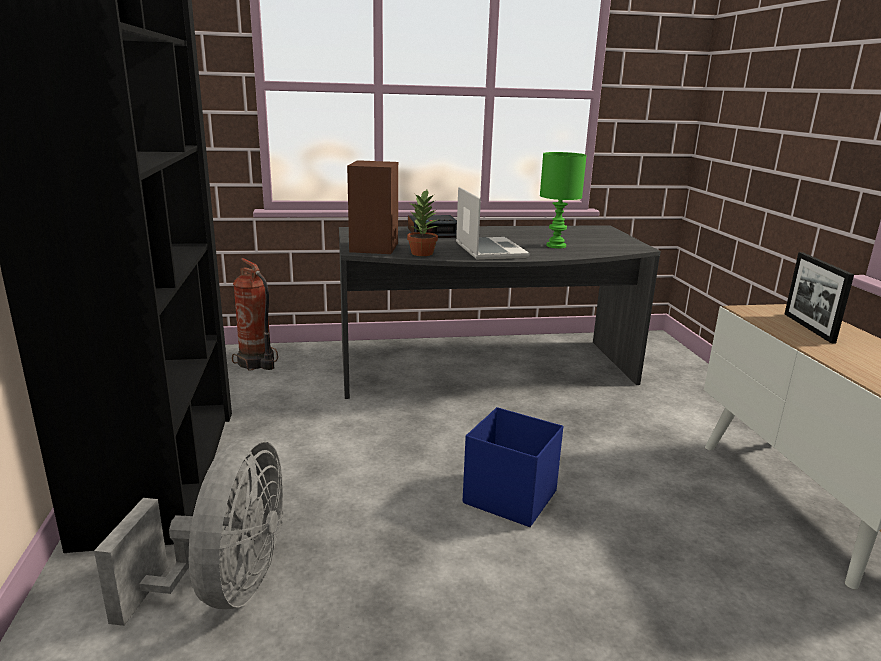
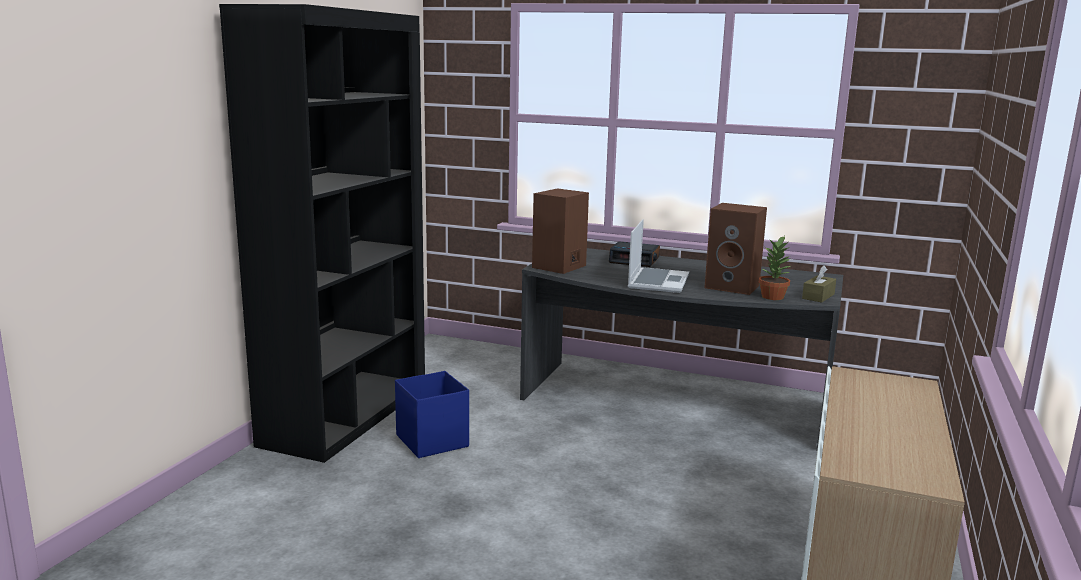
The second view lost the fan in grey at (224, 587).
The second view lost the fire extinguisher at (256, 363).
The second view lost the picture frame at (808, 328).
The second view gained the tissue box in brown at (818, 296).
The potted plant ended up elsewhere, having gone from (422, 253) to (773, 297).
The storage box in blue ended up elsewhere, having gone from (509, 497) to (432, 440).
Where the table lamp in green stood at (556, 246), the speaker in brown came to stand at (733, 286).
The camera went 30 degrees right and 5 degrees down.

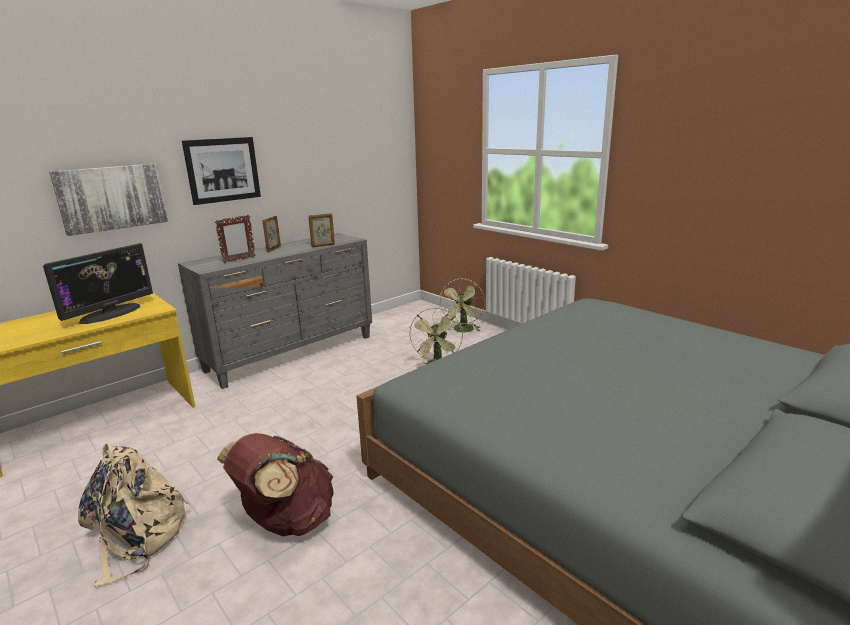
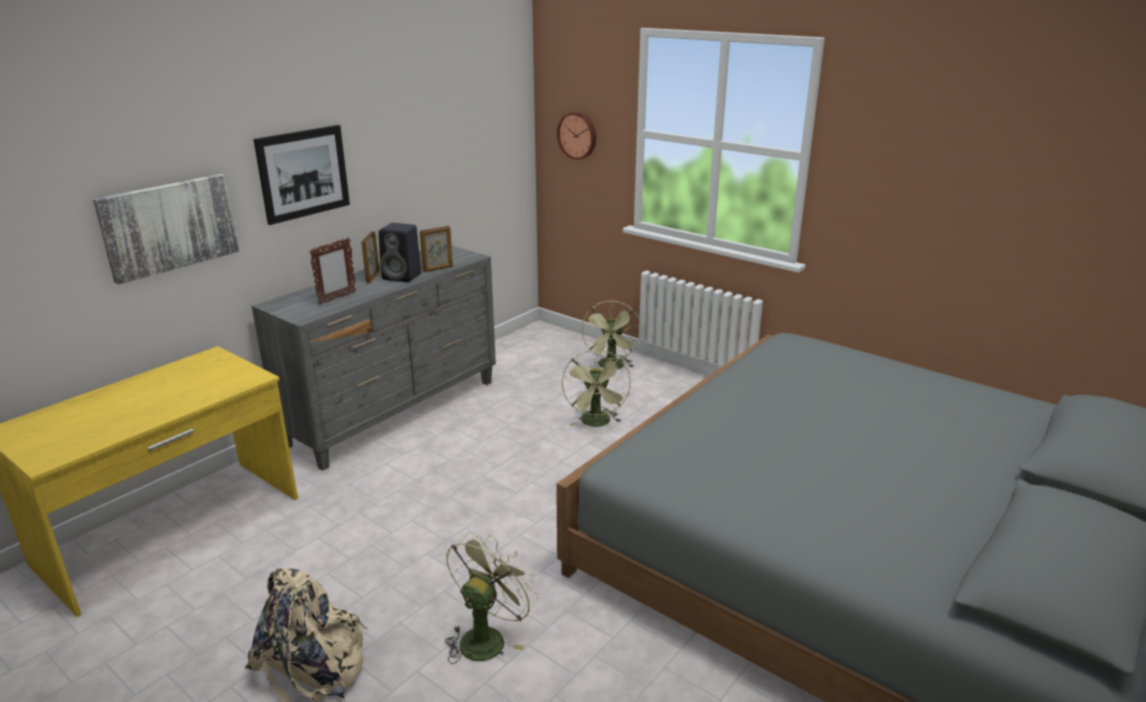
The second view lost the monitor at (110, 313).
The second view gained the speaker in black at (403, 276).
The second view gained the wall clock at (578, 135).
Where the backpack in brown stood at (286, 521), the fan in green came to stand at (487, 637).
The camera went 10 degrees left and 5 degrees up.

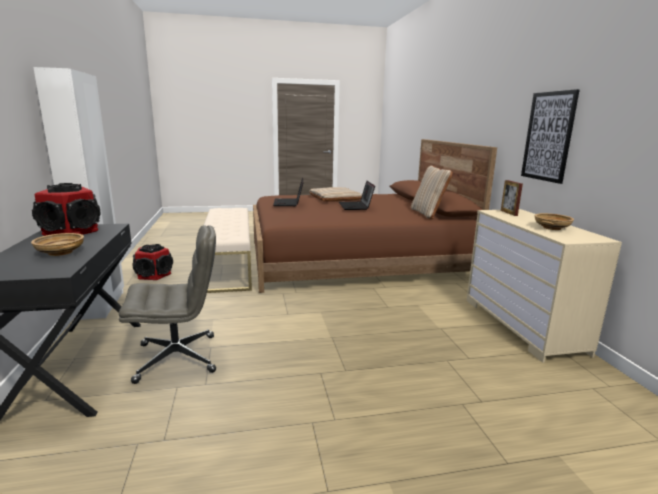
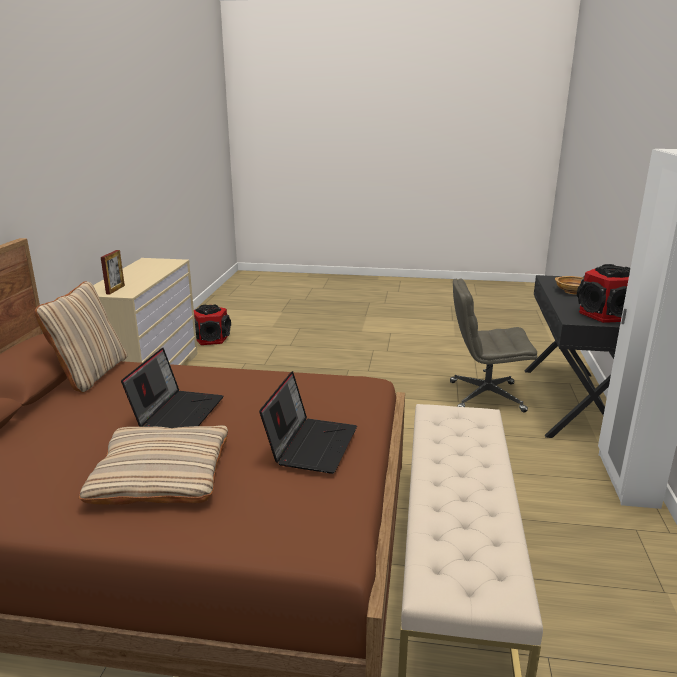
The second view lost the picture at (548, 136).
The second view lost the bowl in beige at (552, 228).
The speaker ended up elsewhere, having gone from (154, 275) to (211, 339).
The camera went 160 degrees left and 5 degrees up.

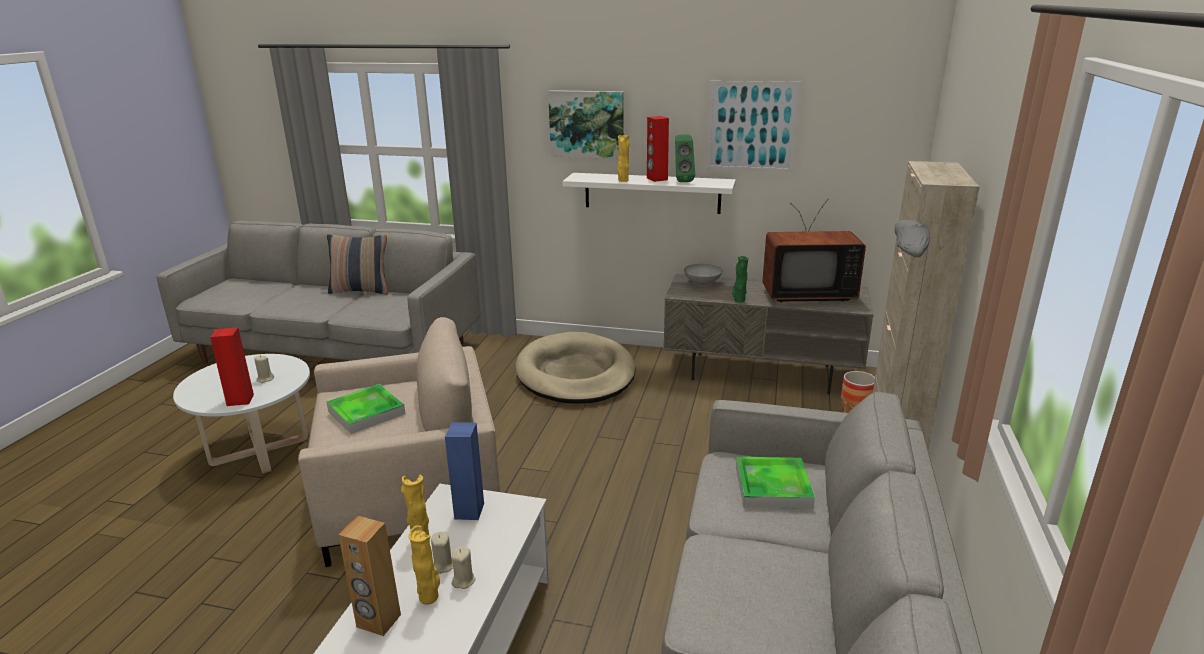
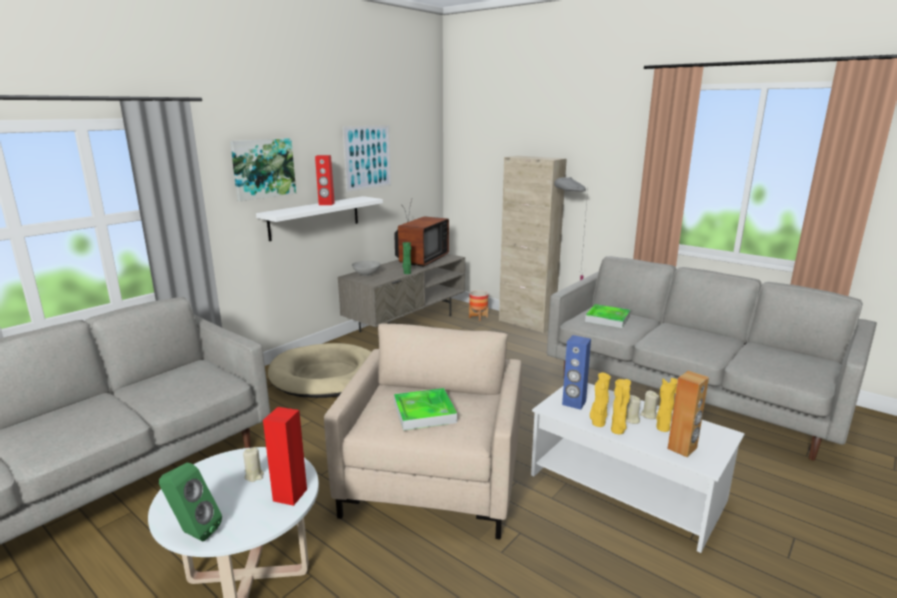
The second view lost the pillow at (361, 291).
The vase in yellow ended up elsewhere, having gone from (623, 181) to (618, 431).
The speaker in green ended up elsewhere, having gone from (682, 181) to (193, 532).
The camera went 65 degrees left and 5 degrees down.

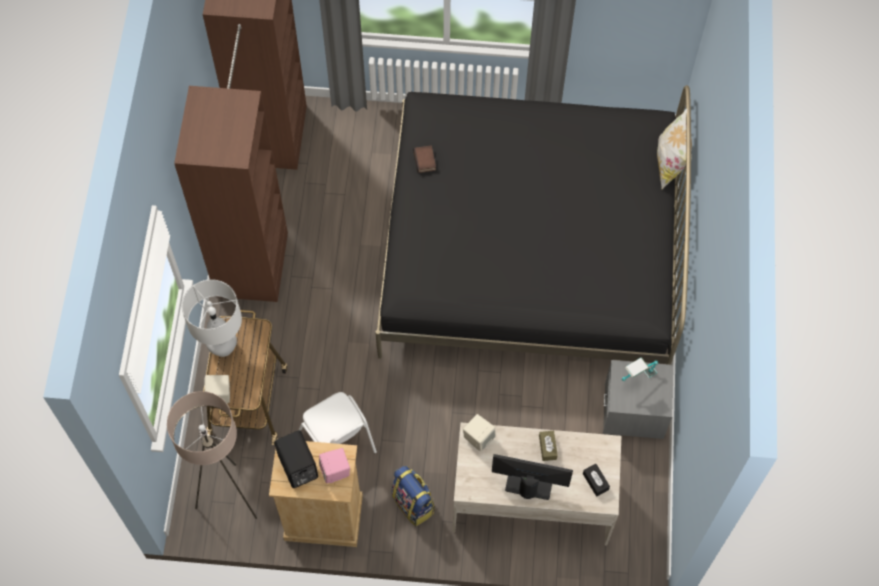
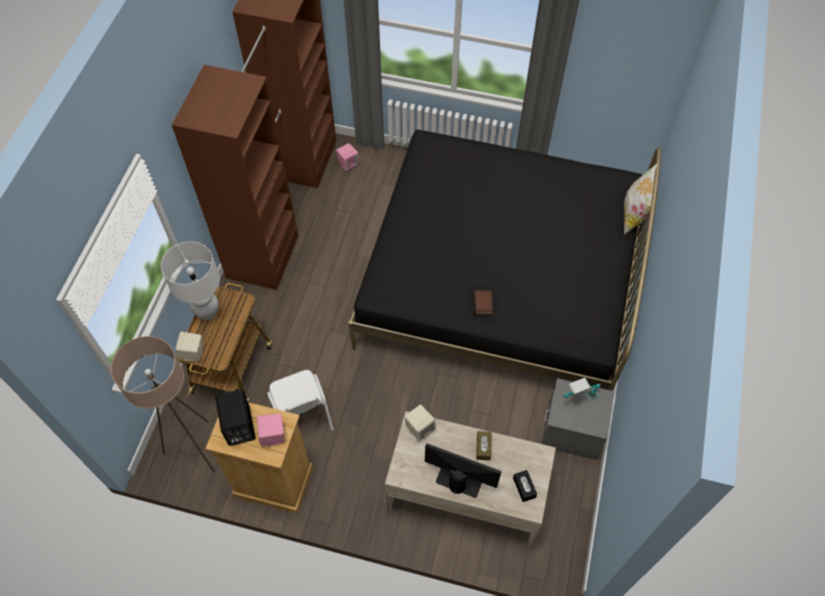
The second view lost the backpack at (414, 504).
The second view gained the speaker in pink at (348, 163).
The book ended up elsewhere, having gone from (425, 161) to (483, 304).
The camera went 10 degrees right and 5 degrees down.

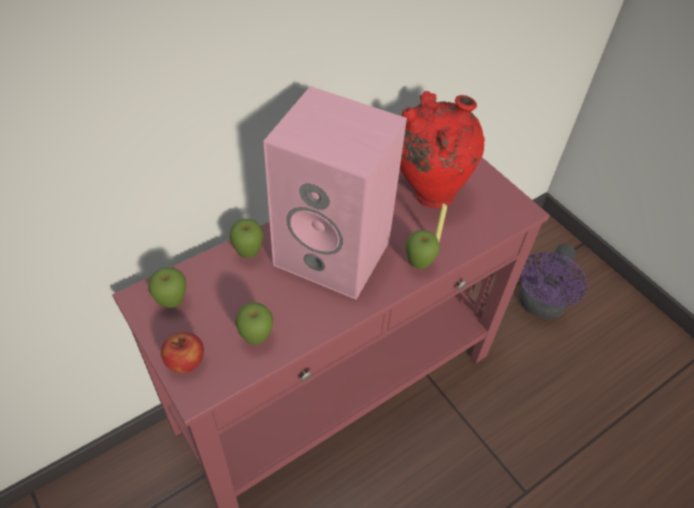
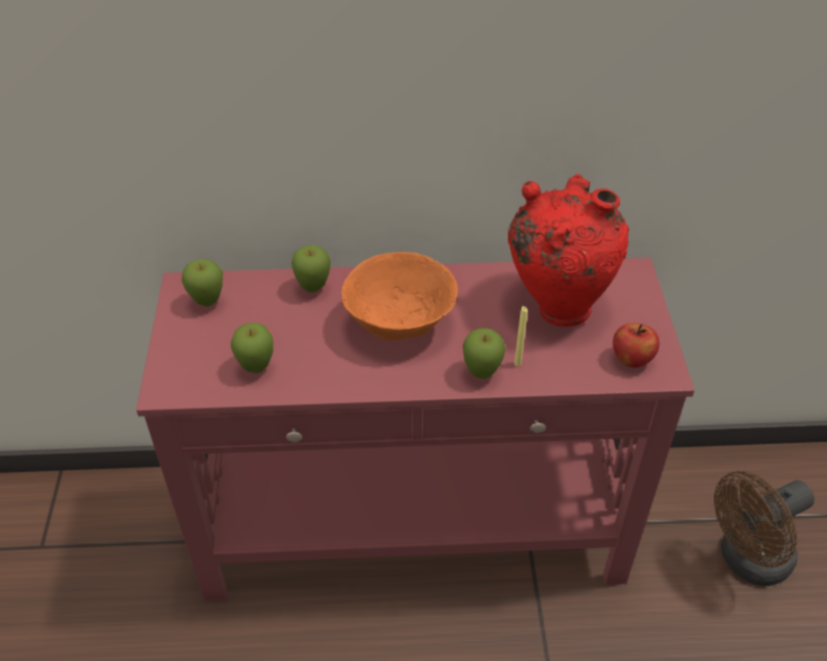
The apple ended up elsewhere, having gone from (186, 362) to (631, 359).
Where the speaker in pink stood at (335, 253), the bowl in orange came to stand at (401, 324).
What was the fan in purple at (539, 306) turned into the fan in brown at (747, 561).
The camera went 35 degrees right and 5 degrees down.

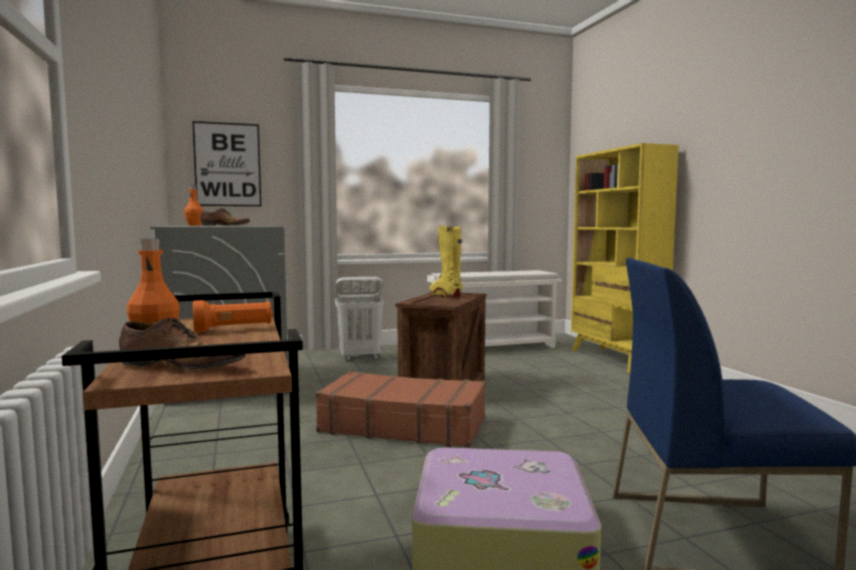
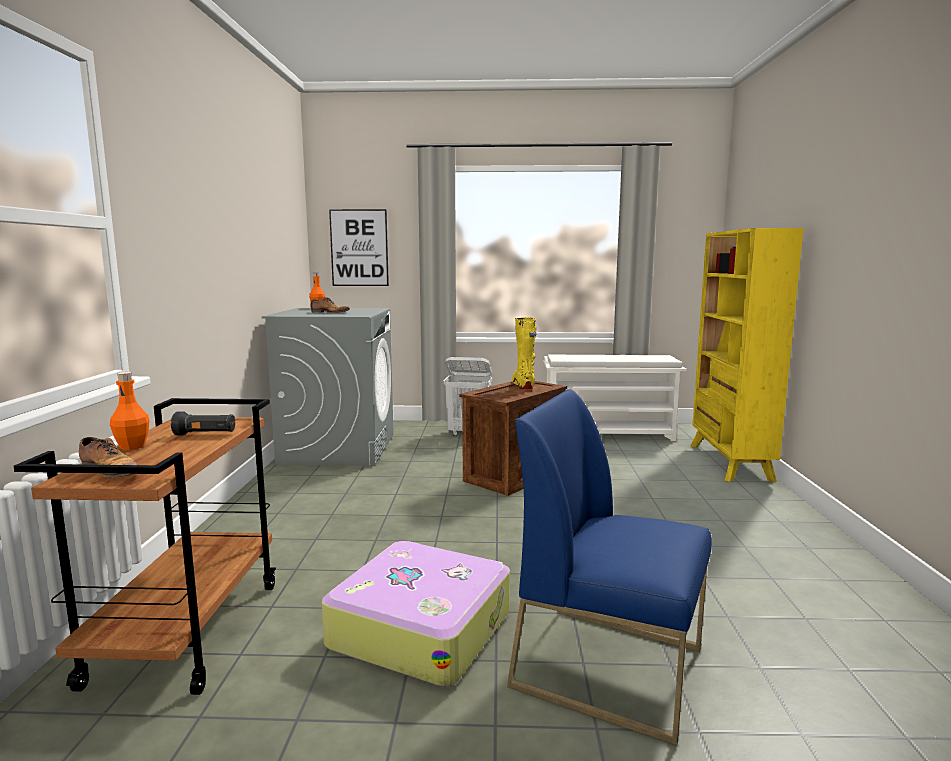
The second view lost the suitcase in brown at (403, 425).
What was the flashlight in orange at (234, 329) turned into the flashlight in black at (205, 434).
The camera went 20 degrees right and 5 degrees up.

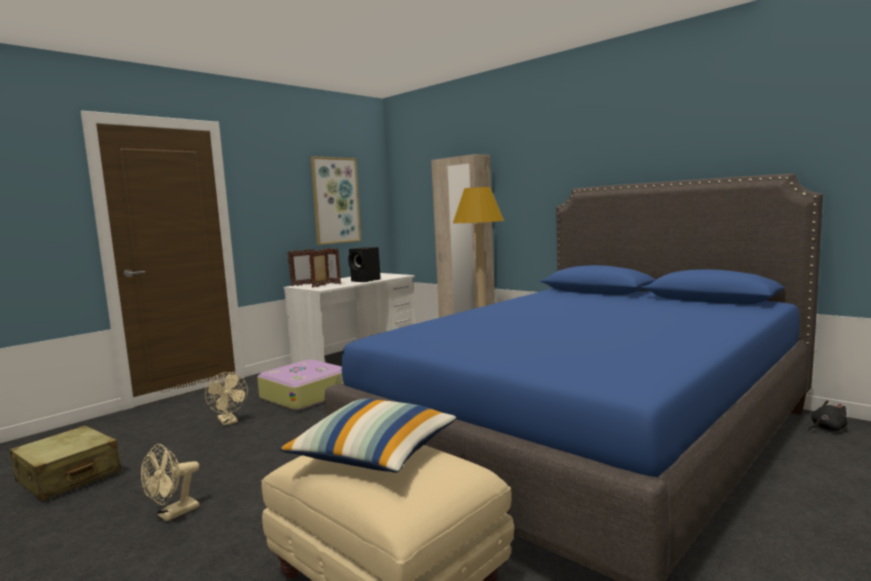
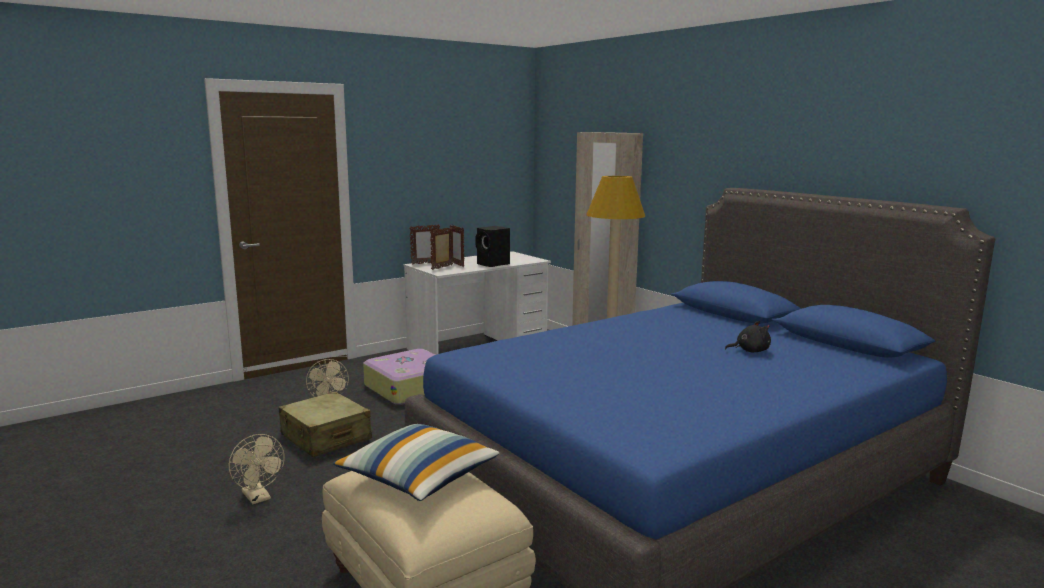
The second view lost the picture at (335, 200).
The suitcase in beige ended up elsewhere, having gone from (68, 477) to (325, 437).
The plush toy in black ended up elsewhere, having gone from (826, 429) to (750, 351).
The fan in beige at (173, 514) ended up facing another way, 90 degrees counterclockwise from before.
The camera went 10 degrees right and 5 degrees up.

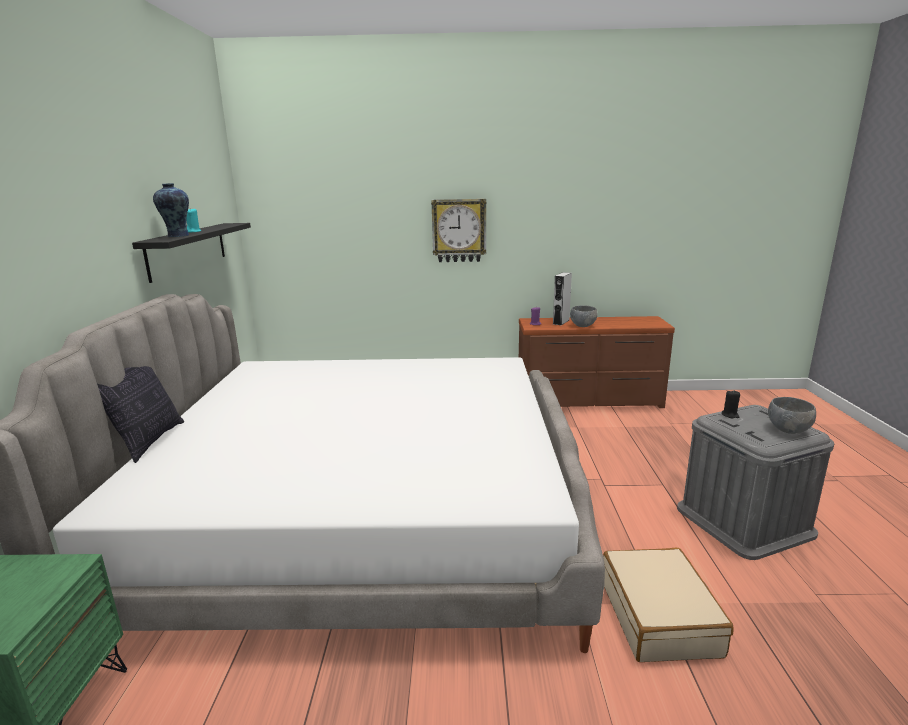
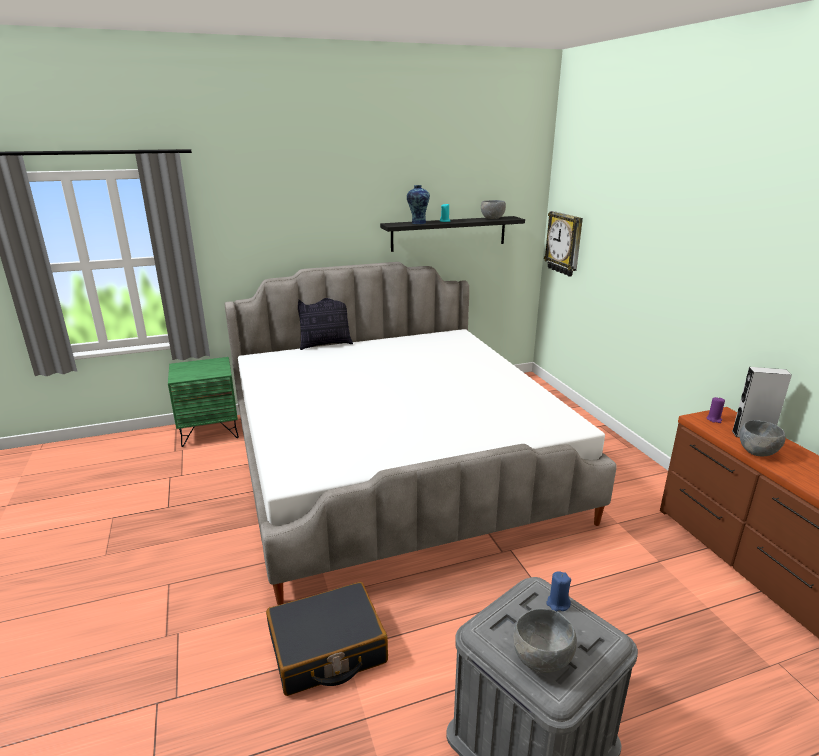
The second view gained the bowl in grey at (492, 219).
The wall clock ended up elsewhere, having gone from (459, 230) to (564, 243).
What was the suitcase in beige at (659, 617) turned into the suitcase in black at (327, 649).
What was the candle in black at (730, 415) turned into the candle in blue at (557, 603).
The camera went 70 degrees right and 5 degrees up.

